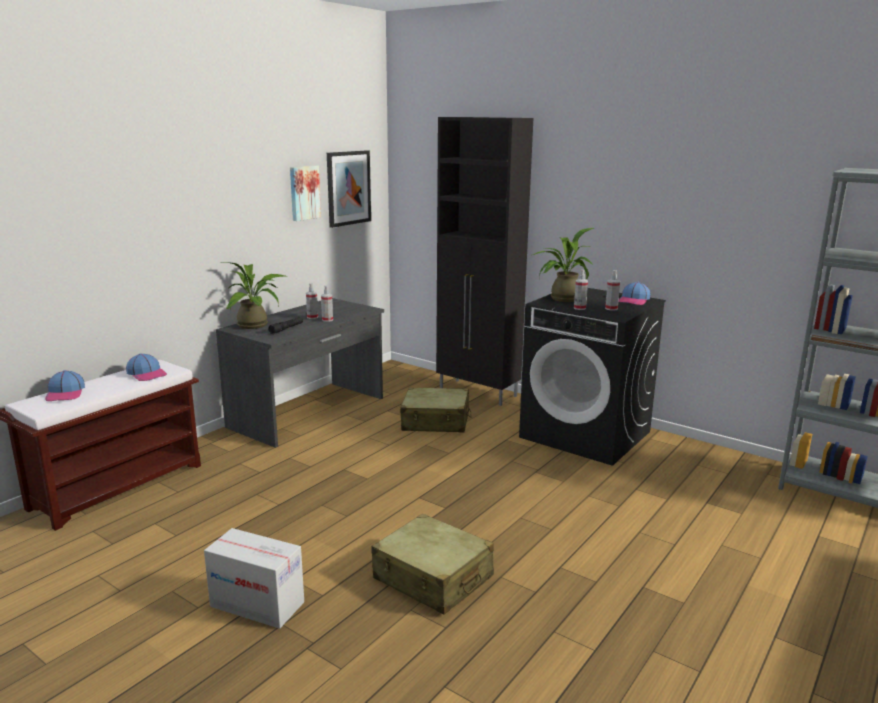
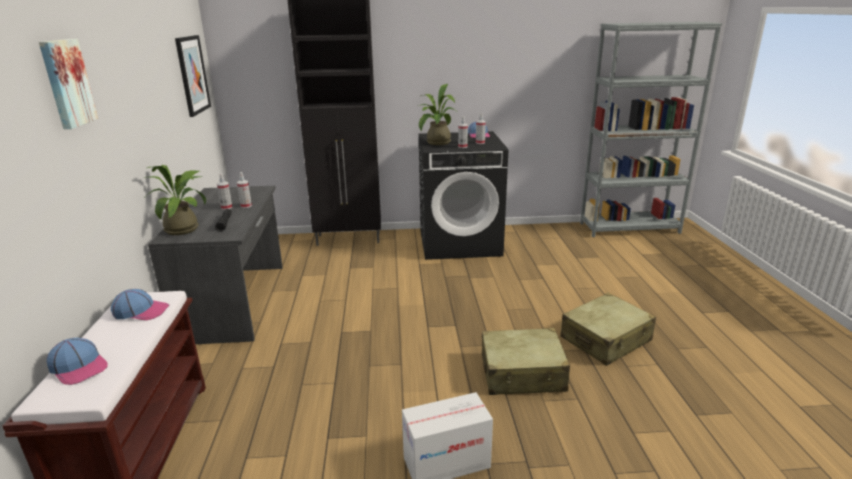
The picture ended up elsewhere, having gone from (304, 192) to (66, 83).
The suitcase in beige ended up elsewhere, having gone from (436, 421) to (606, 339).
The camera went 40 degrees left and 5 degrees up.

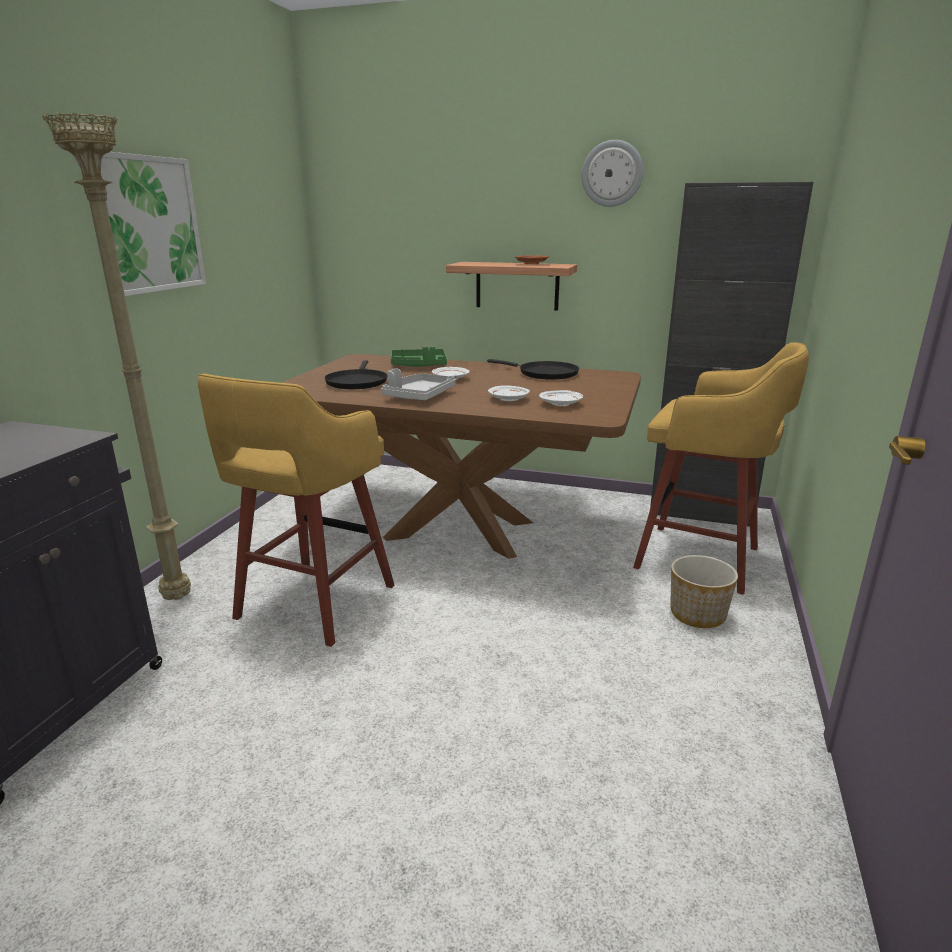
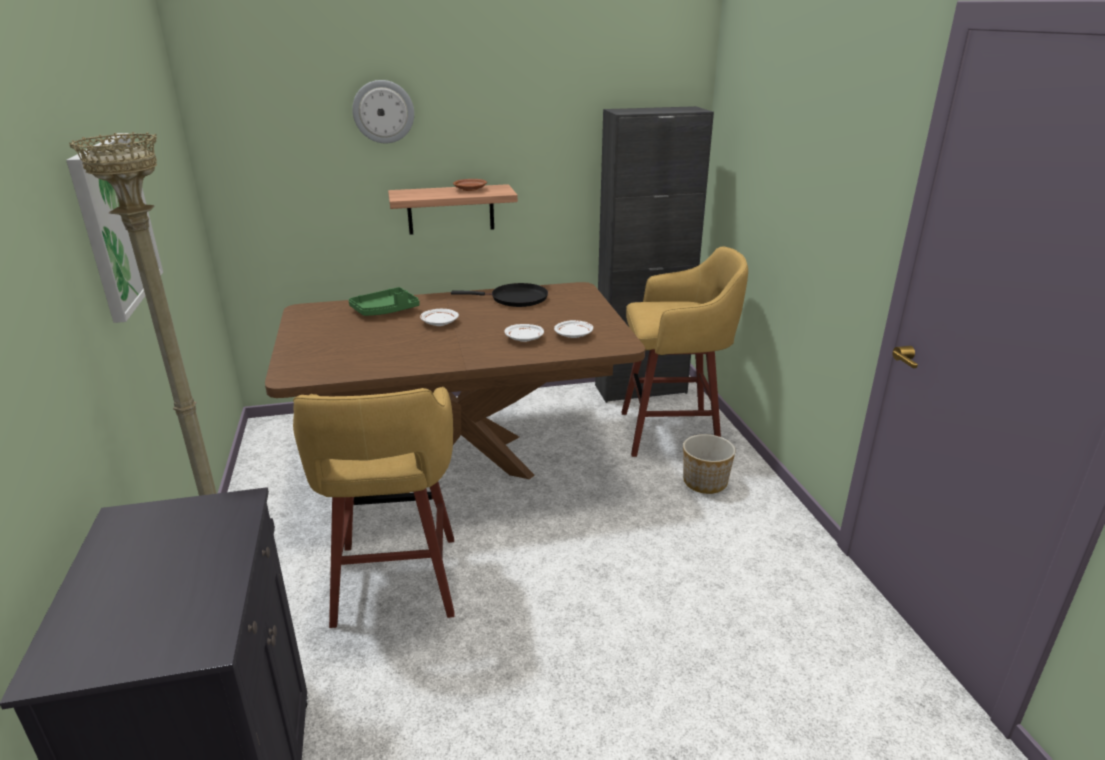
The second view lost the frying pan in black at (356, 382).
The second view lost the tray in grey at (419, 396).
The wall clock ended up elsewhere, having gone from (612, 173) to (383, 111).
The camera went 30 degrees left and 5 degrees up.

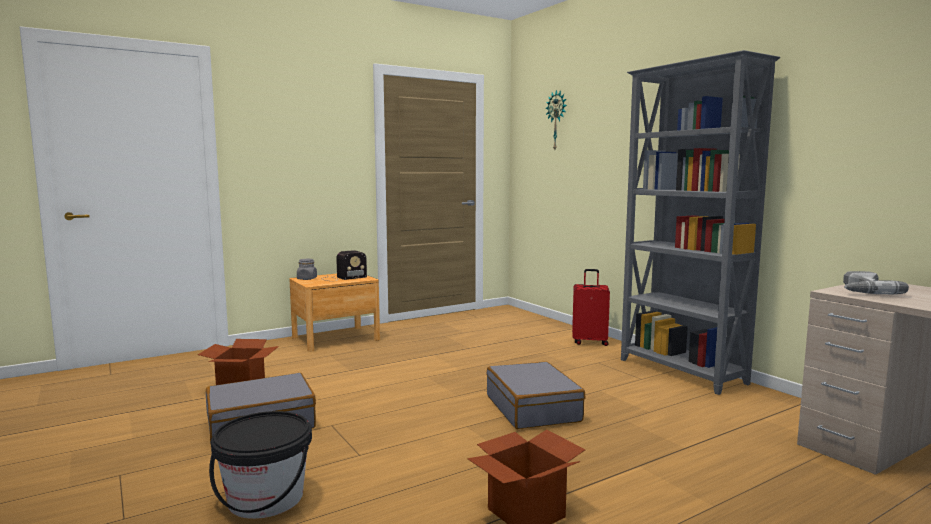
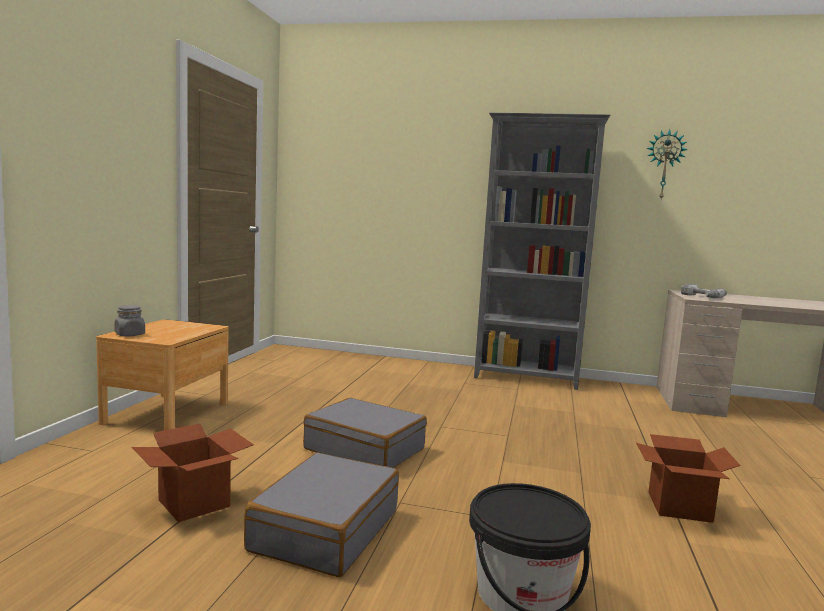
The second view lost the radio at (342, 278).
The second view lost the suitcase in red at (590, 342).
The suitcase in grey ended up elsewhere, having gone from (533, 408) to (365, 449).
The wall clock ended up elsewhere, having gone from (557, 120) to (664, 165).
The camera went 45 degrees left and 0 degrees up.

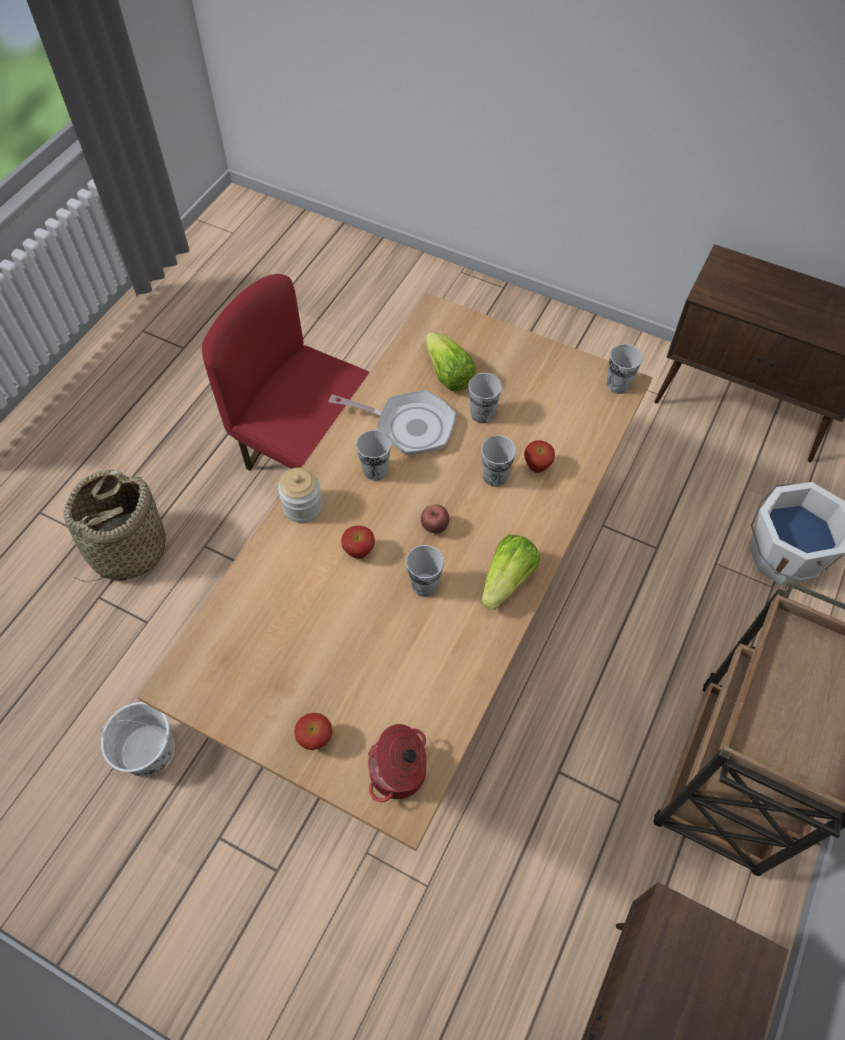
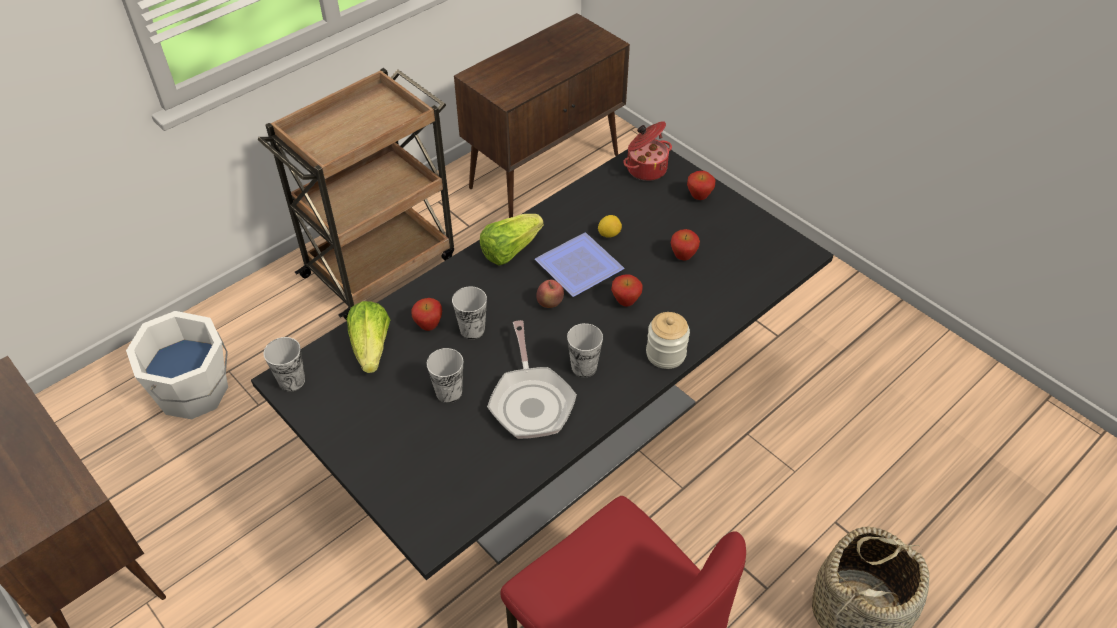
The second view lost the bucket in white at (147, 750).
The second view gained the lemon at (609, 234).
The second view gained the apple at (683, 257).
The lettuce ended up elsewhere, having gone from (448, 374) to (371, 348).
Where the cup stood at (424, 585), the plate came to stand at (579, 264).
What was the dining table in beige at (422, 619) turned into the dining table in black at (558, 440).
The frying pan at (409, 426) ended up facing another way, 135 degrees counterclockwise from before.
The camera went 160 degrees left and 10 degrees down.

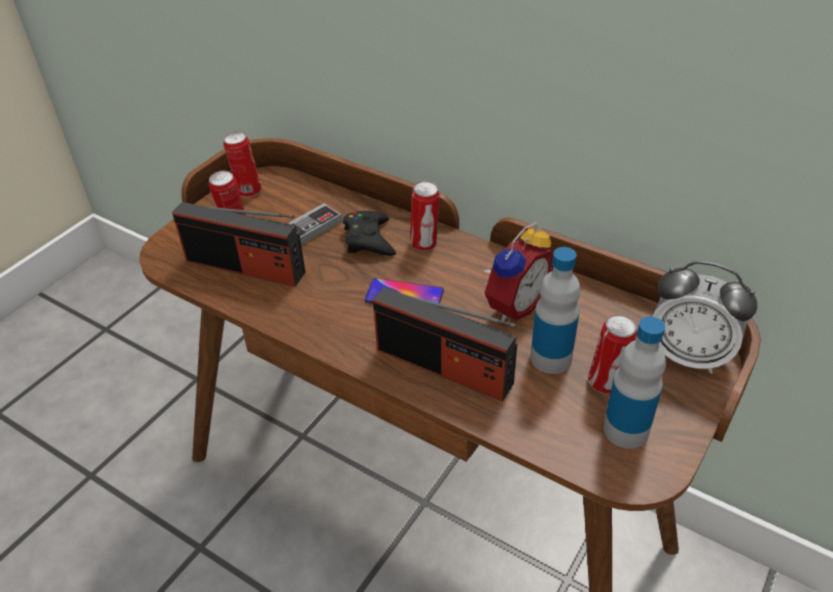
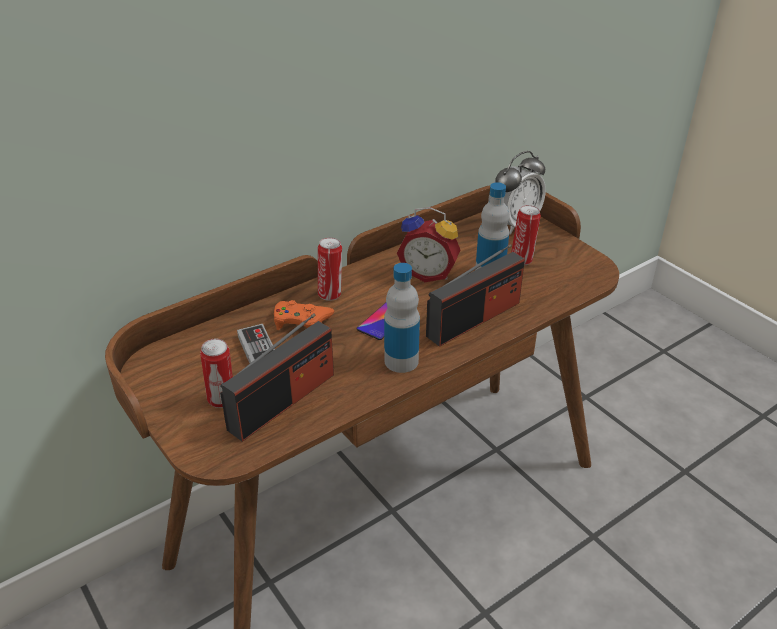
The second view lost the can at (248, 191).
The bottle ended up elsewhere, having gone from (625, 430) to (401, 361).
What was the game controller in black at (369, 239) turned into the game controller in orange at (301, 321).
The alarm clock at (513, 305) ended up facing another way, 135 degrees clockwise from before.
The camera went 70 degrees left and 5 degrees down.

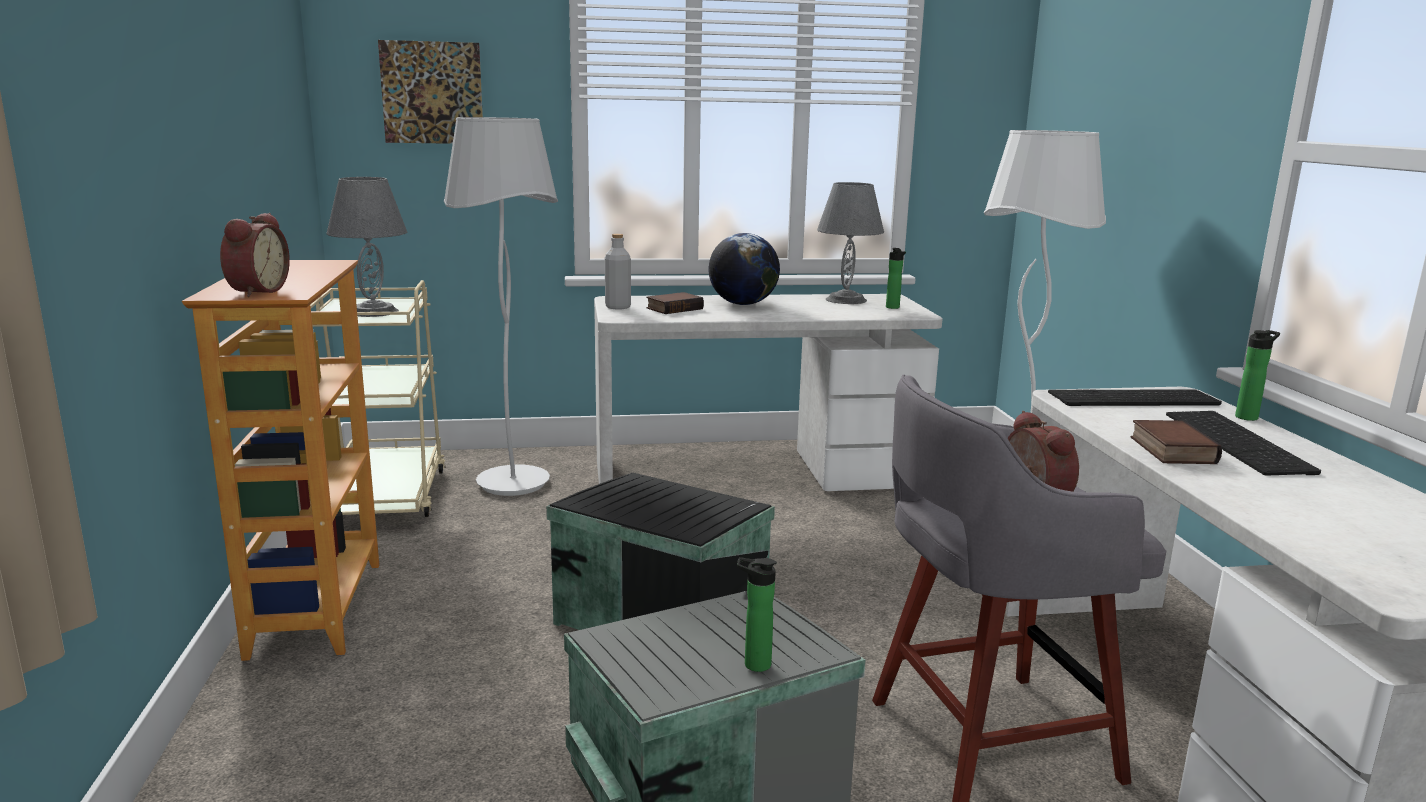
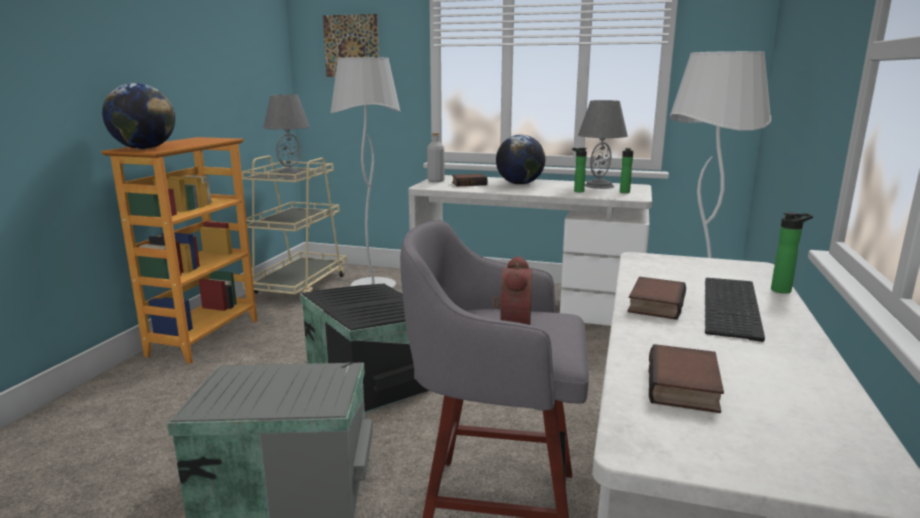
The second view lost the keyboard at (1133, 399).
The second view gained the book at (685, 387).
The bottle ended up elsewhere, having gone from (753, 664) to (577, 191).
Where the alarm clock stood at (255, 291), the globe came to stand at (144, 148).
The camera went 25 degrees right and 0 degrees up.

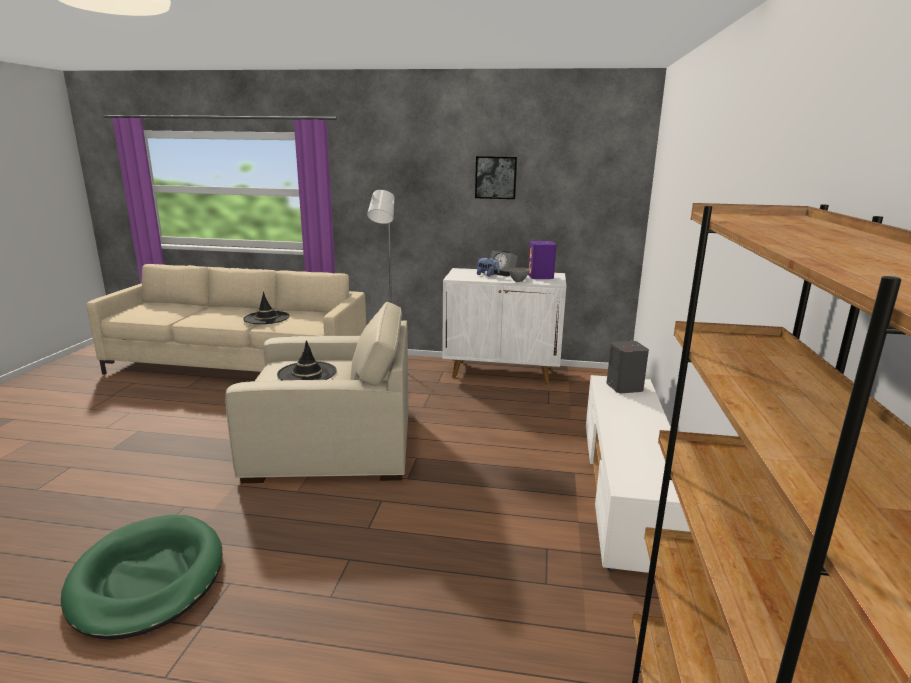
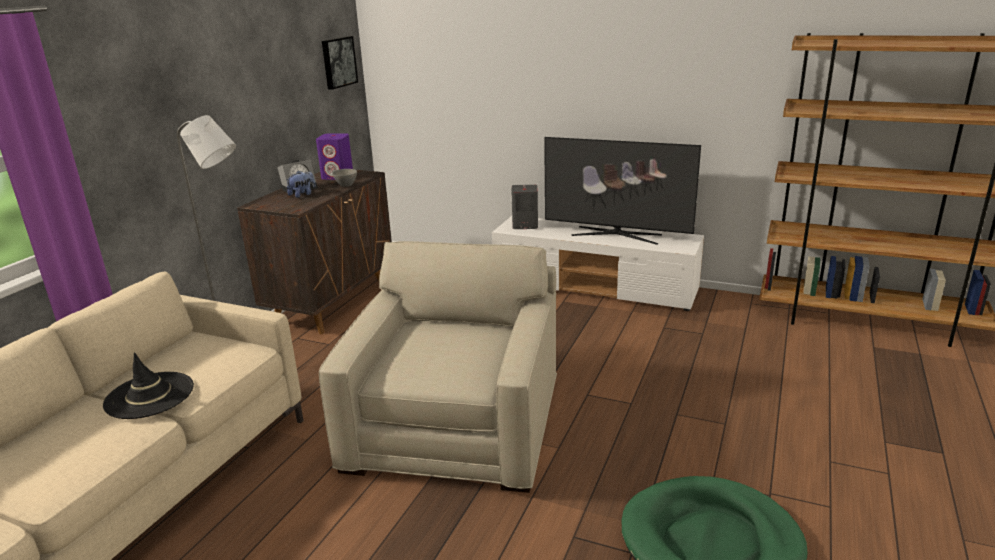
The second view lost the hat in black at (307, 373).
The second view gained the television at (616, 235).
The picture ended up elsewhere, having gone from (496, 177) to (338, 62).
What was the cabinet in white at (502, 372) turned into the cabinet in brown at (333, 303).
The camera went 75 degrees left and 5 degrees up.

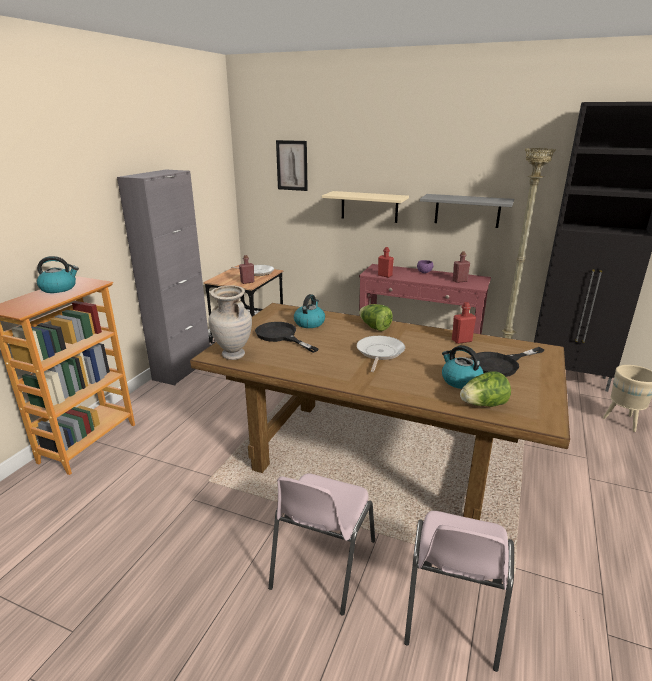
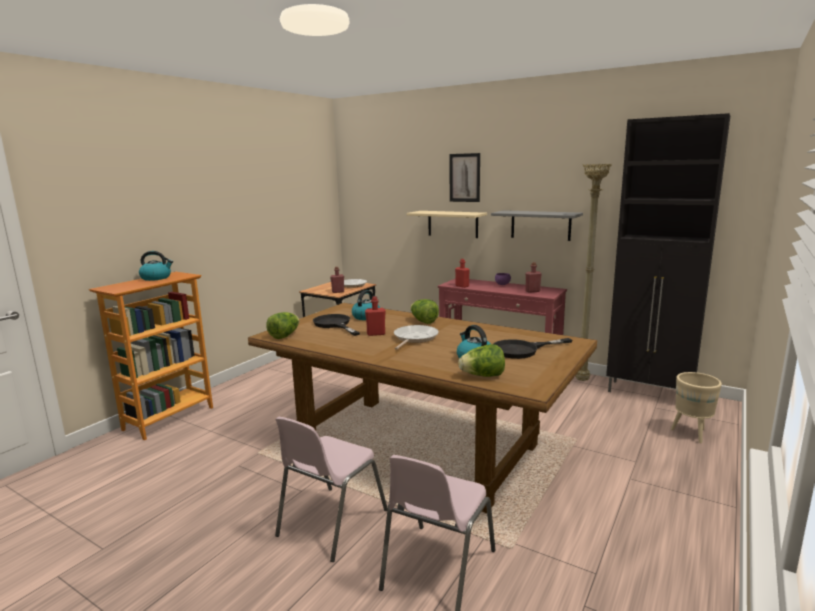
The second view lost the cabinet in grey at (182, 369).
The picture ended up elsewhere, having gone from (292, 165) to (464, 177).
The bottle in red ended up elsewhere, having gone from (461, 340) to (376, 334).
Where the vase in beige stood at (233, 355), the lettuce came to stand at (285, 335).
The camera went 10 degrees right and 10 degrees down.

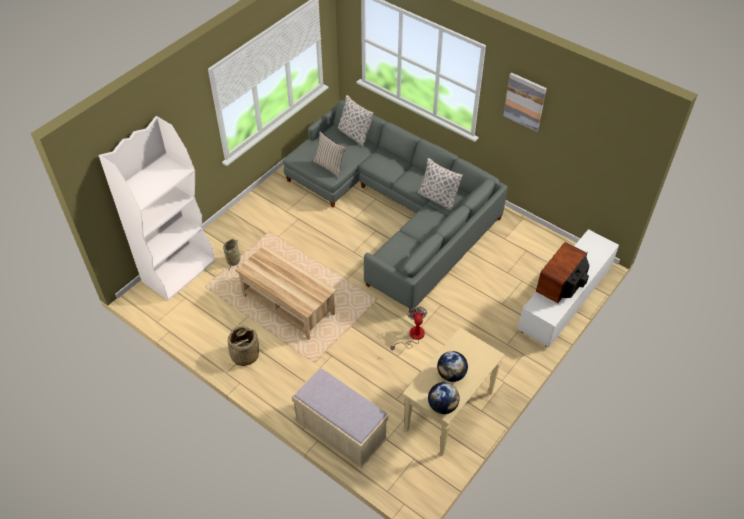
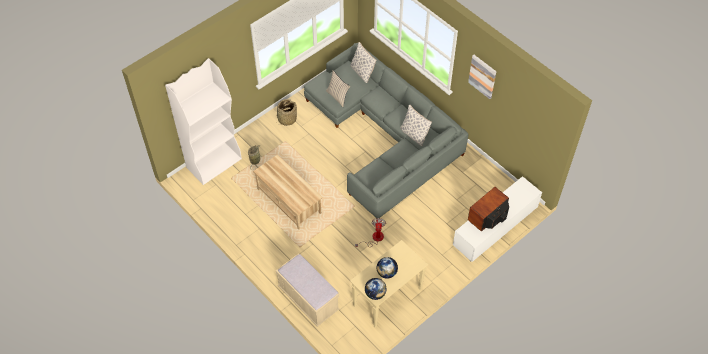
The basket ended up elsewhere, having gone from (244, 355) to (287, 119).
The camera went 10 degrees right and 5 degrees up.

